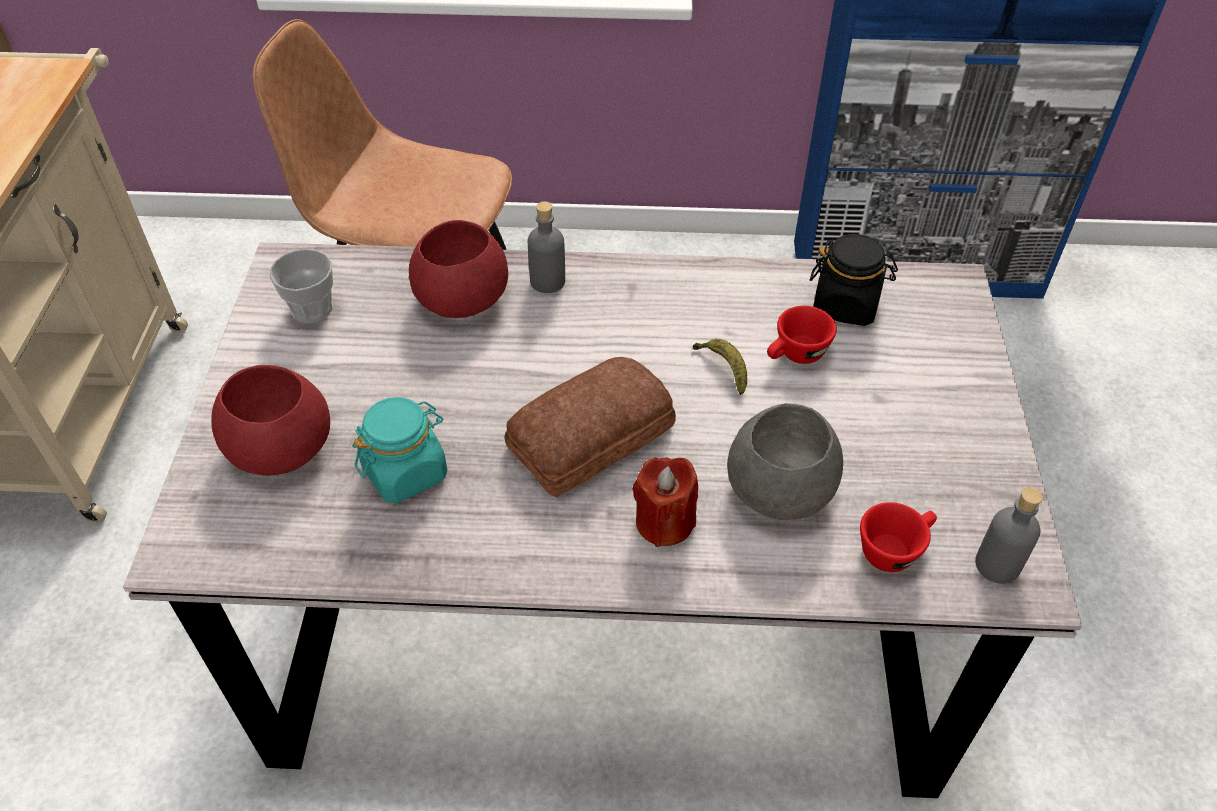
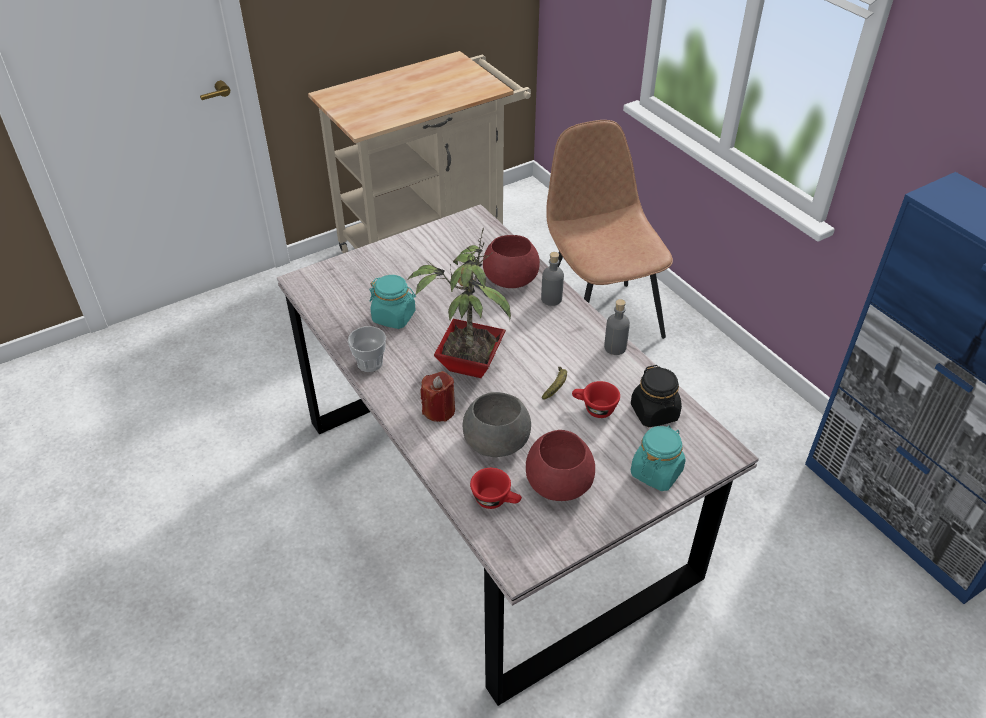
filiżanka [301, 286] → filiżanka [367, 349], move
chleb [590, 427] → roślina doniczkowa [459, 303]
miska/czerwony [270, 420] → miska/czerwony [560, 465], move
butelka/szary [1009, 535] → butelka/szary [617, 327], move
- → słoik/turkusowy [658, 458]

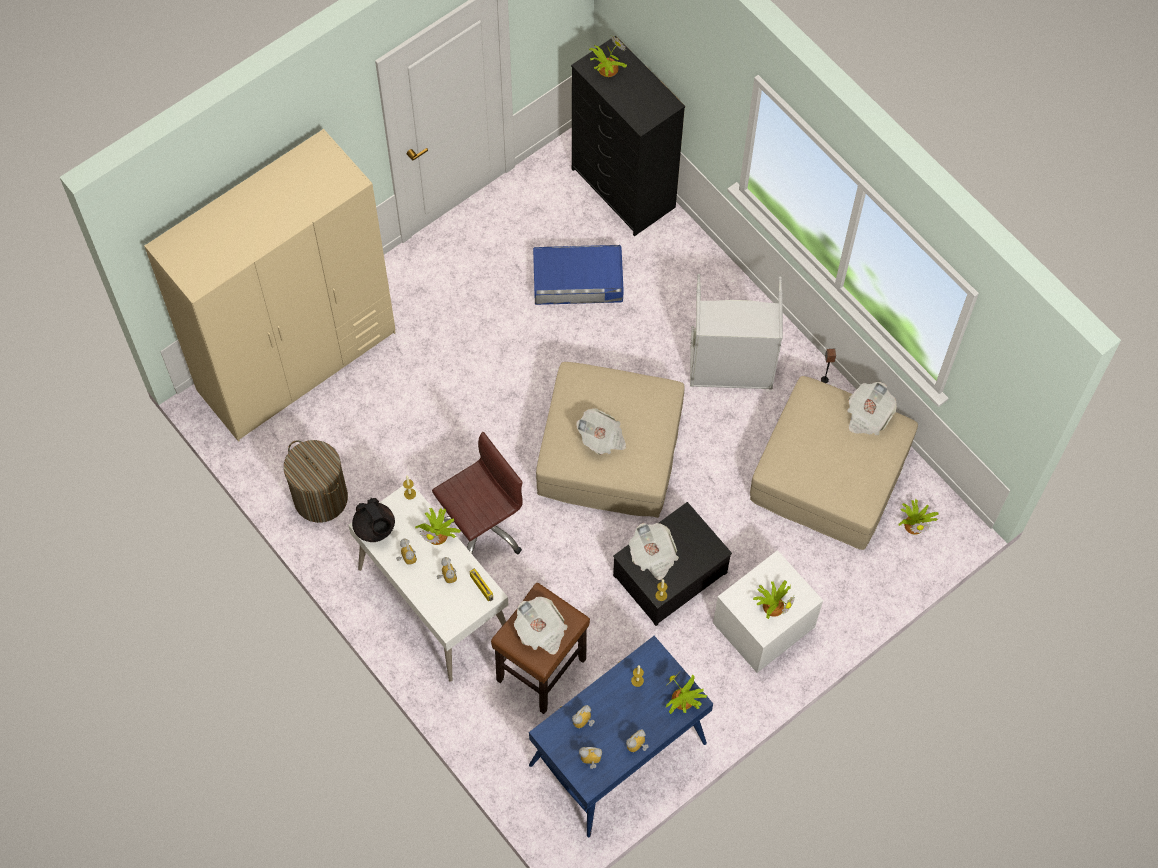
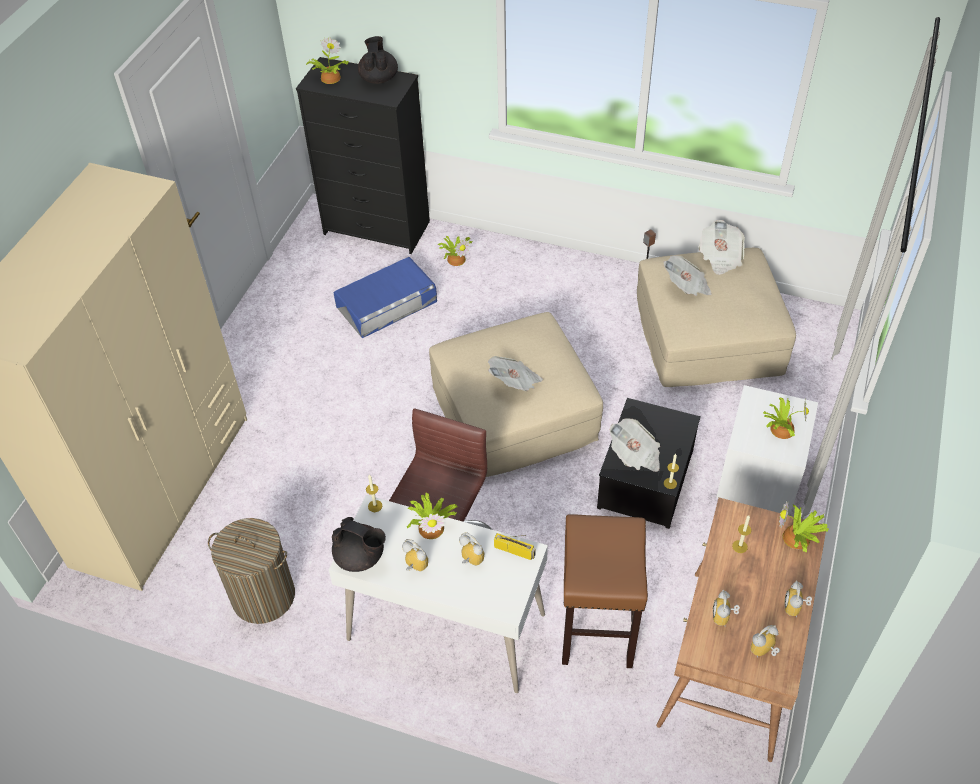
kosz na pranie/szary [736, 332] → -
roślina doniczkowa [918, 516] → roślina doniczkowa [454, 251], move
gazeta [541, 626] → gazeta [687, 275], move
biurko/niebieski [621, 736] → biurko/brązowy [741, 630]
- → imbryk/czarny [378, 60]

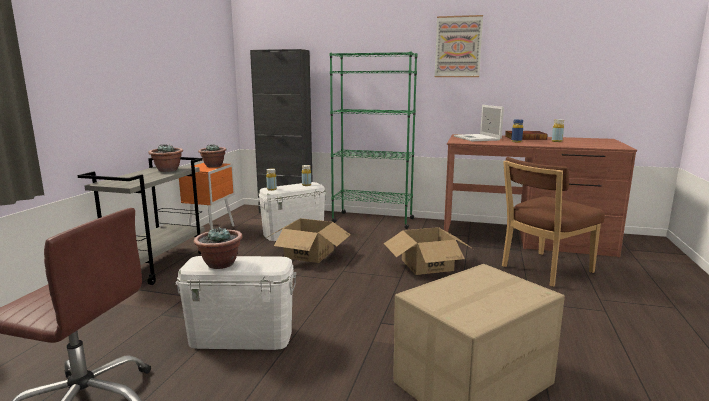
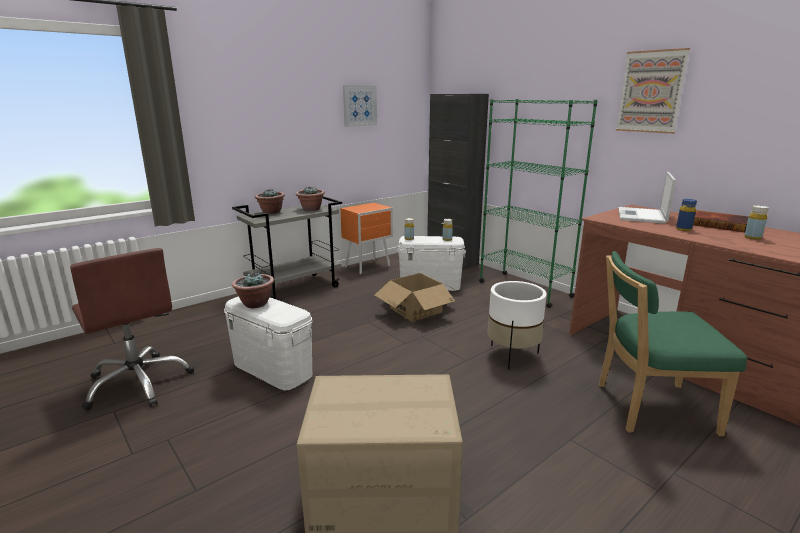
roślina doniczkowa [212, 155] → roślina doniczkowa [270, 201], move
krzesło/brązowy [553, 222] → krzesło/zielony [673, 343]
karton [428, 251] → donica/biały [517, 325]
- → obraz [360, 106]

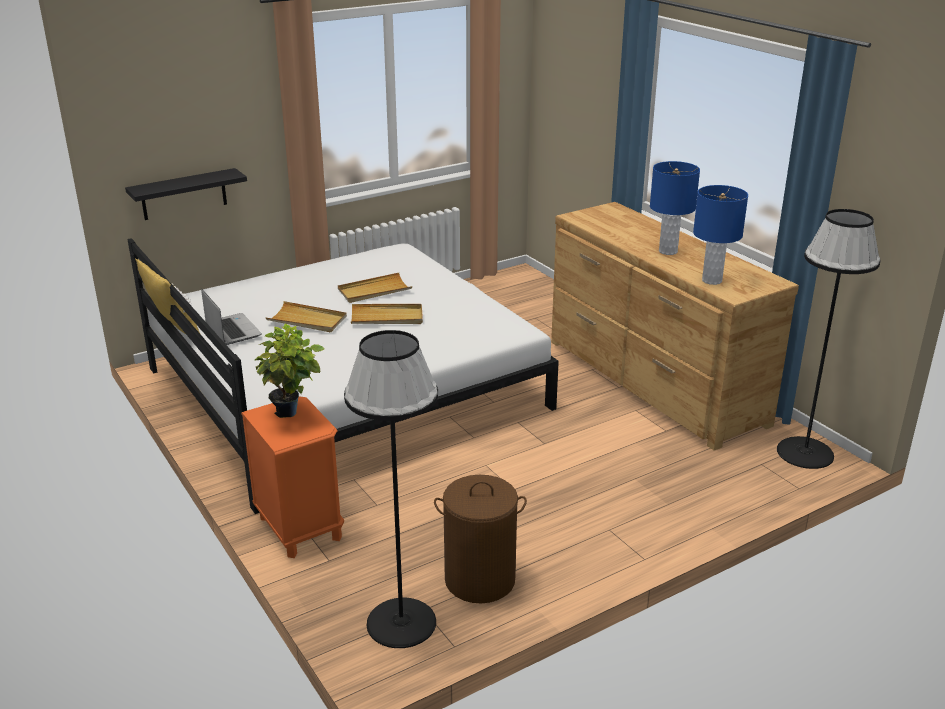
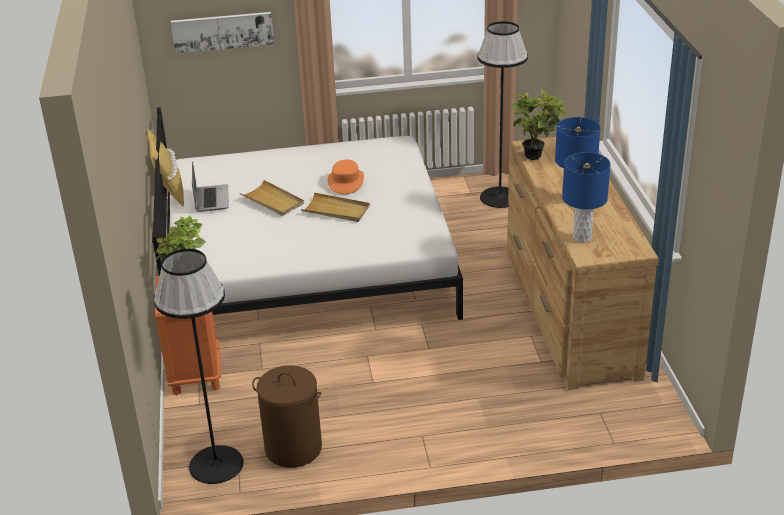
półka/czarny [186, 194] → -
lampa stojąca/czarny [828, 339] → lampa stojąca/czarny [502, 114], move
taca/beżowy [375, 288] → kapelusz/pomarańczowy [346, 176]
- → obraz [222, 33]
- → roślina doniczkowa [538, 124]

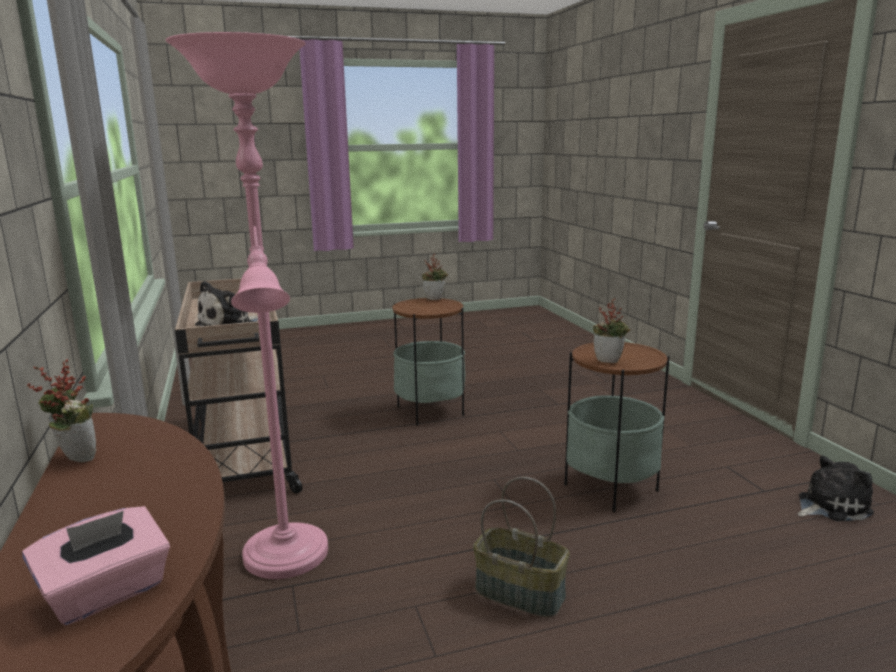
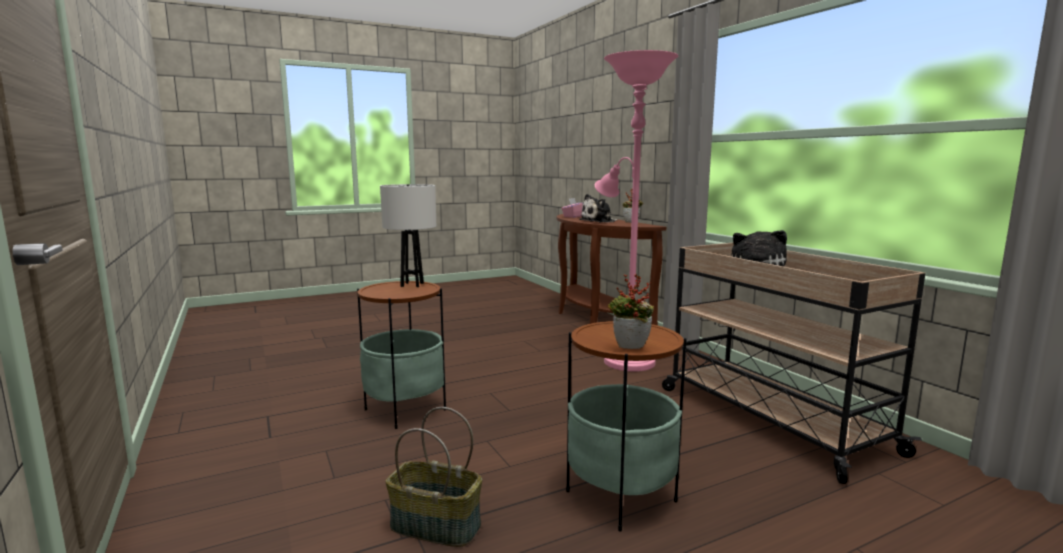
roślina doniczkowa [611, 330] → lampa stołowa/biały [408, 235]
pluszak [836, 488] → pluszak [598, 208], move
koszyk [521, 547] → koszyk [433, 477], move

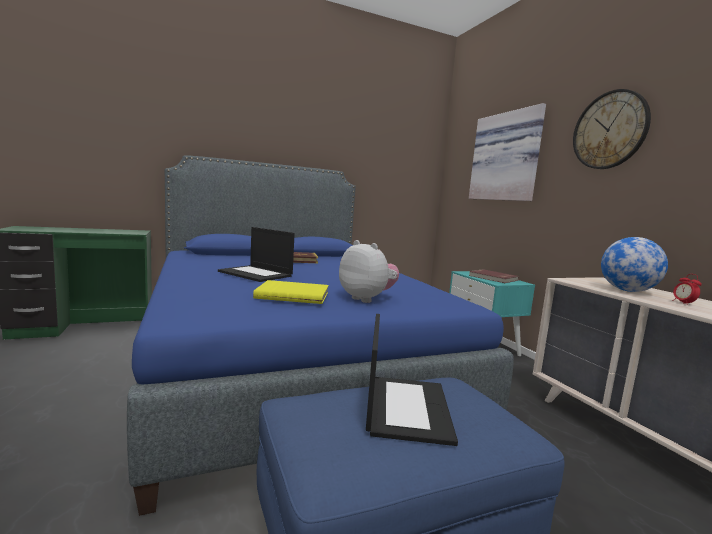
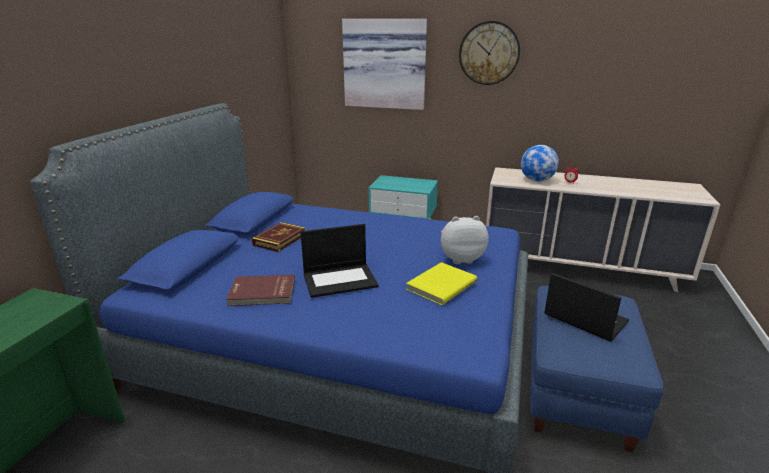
książka/czerwony [494, 276] → książka/czerwony [260, 290], move

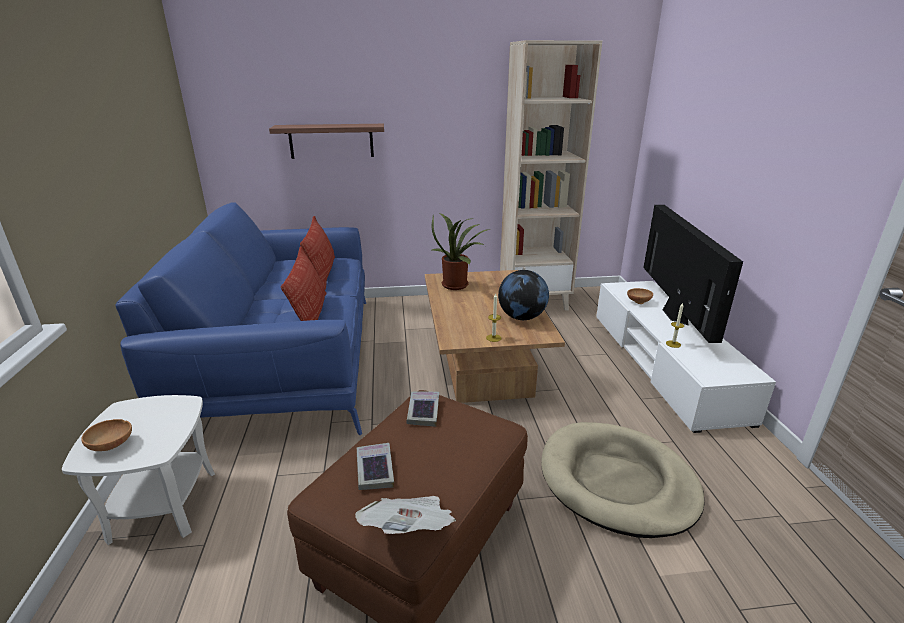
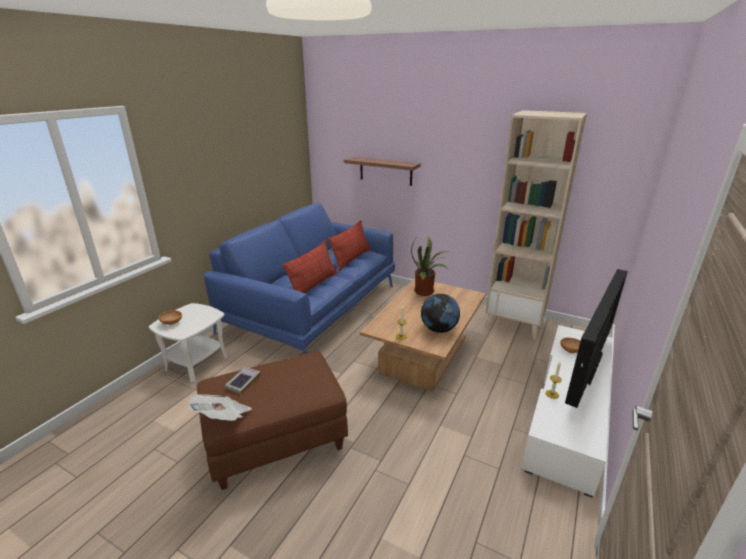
książka [422, 409] → -
legowisko/beżowy [622, 480] → -

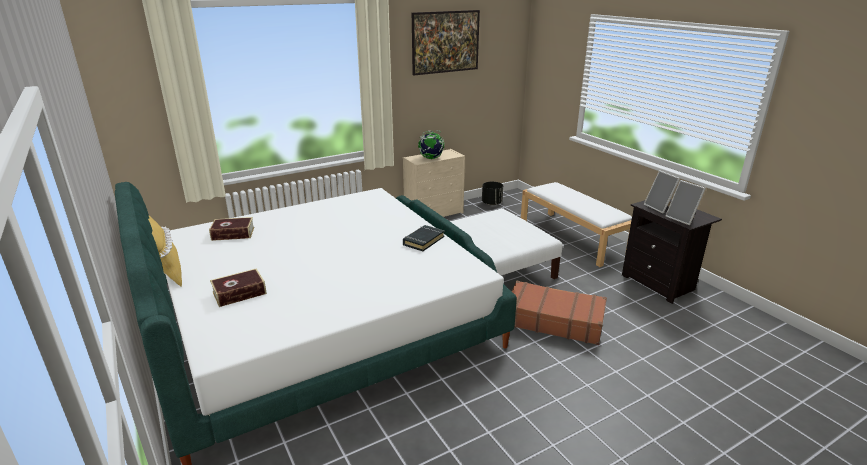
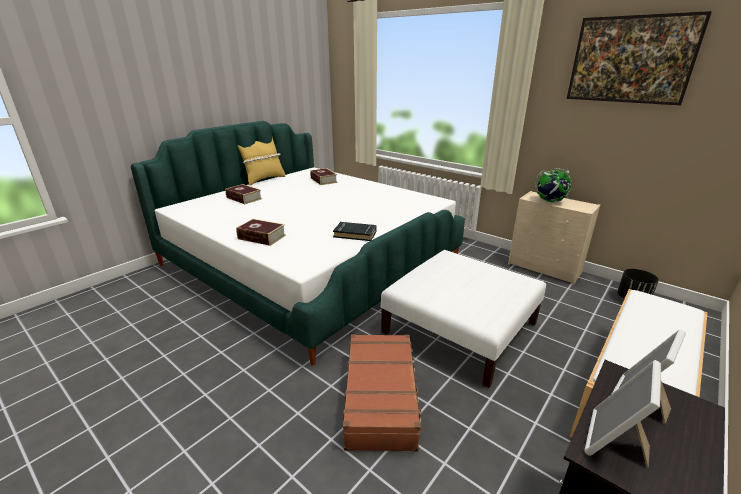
- → książka [261, 232]

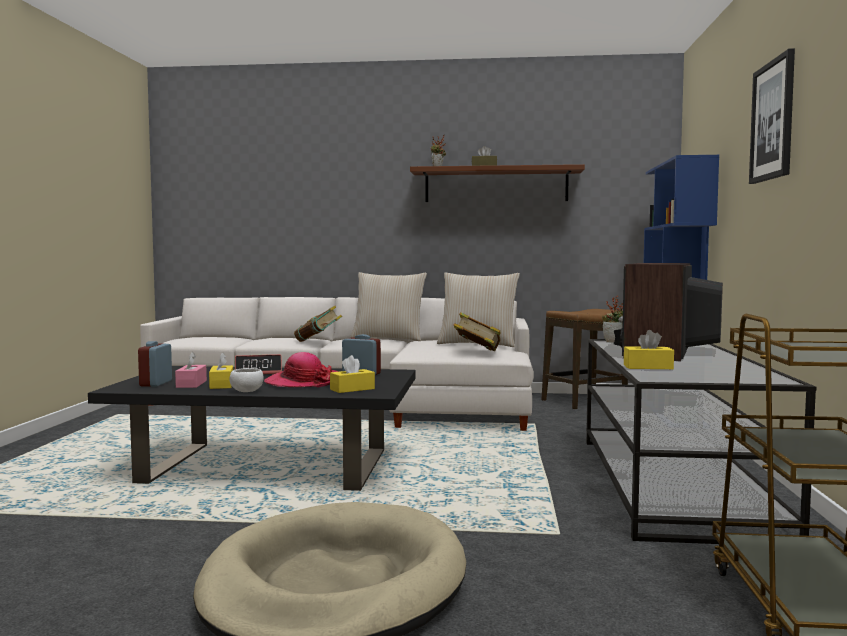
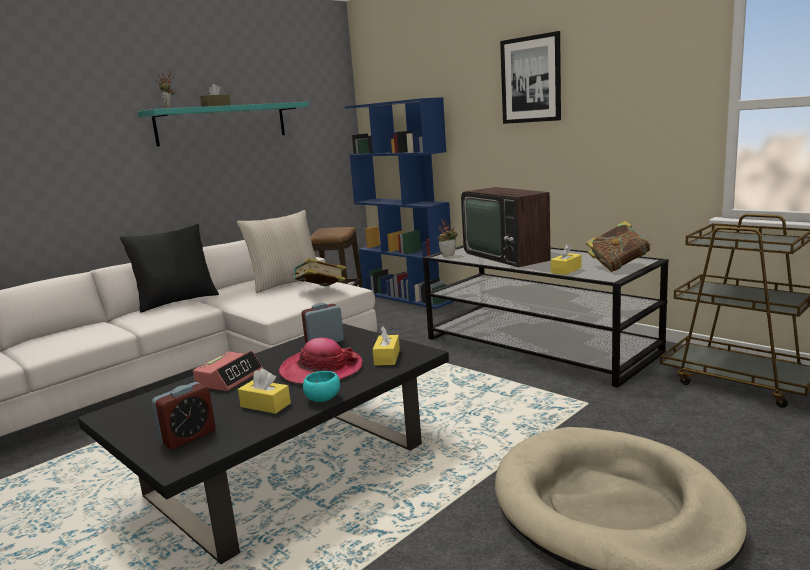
półka/brązowy [497, 183] → półka/turkusowy [223, 124]
poduszka/beżowy [388, 306] → poduszka/czarny [169, 268]
książka [318, 324] → książka [618, 246], move
budzik [155, 364] → budzik [184, 415], 90 degrees counterclockwise
pudełko chusteczek/różowy [191, 370] → -
miska/biały [246, 380] → miska/turkusowy [321, 386]

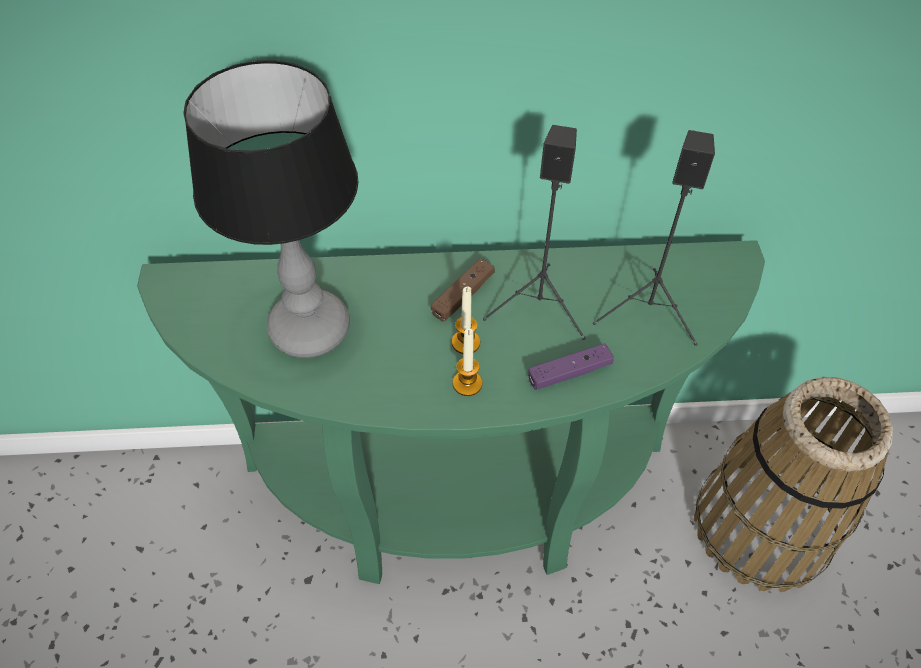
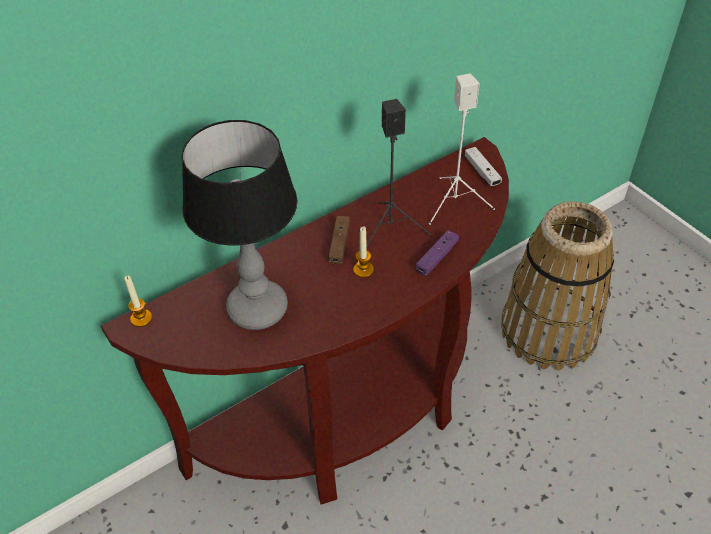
głośnik/czarny [654, 238] → głośnik/biały [462, 149]
stolik konsolowy/zielony [451, 412] → stolik konsolowy/brązowy [305, 321]
świeca [467, 362] → świeca [138, 301], move
- → pad do gier/biały [483, 166]

